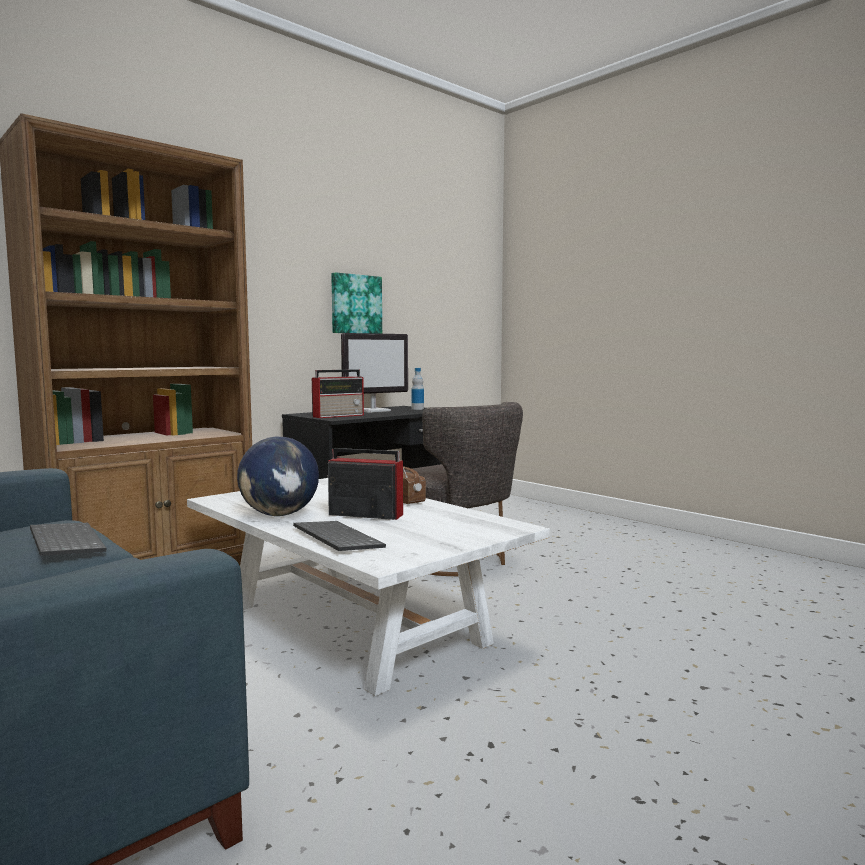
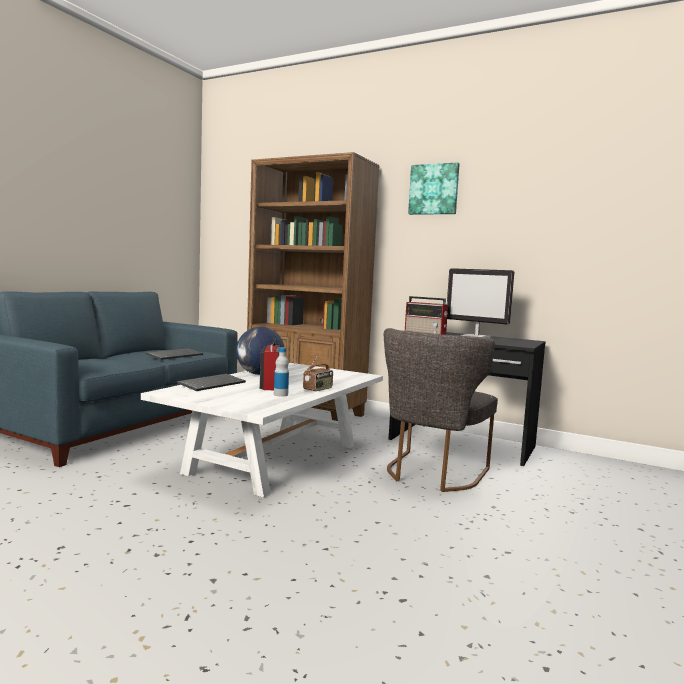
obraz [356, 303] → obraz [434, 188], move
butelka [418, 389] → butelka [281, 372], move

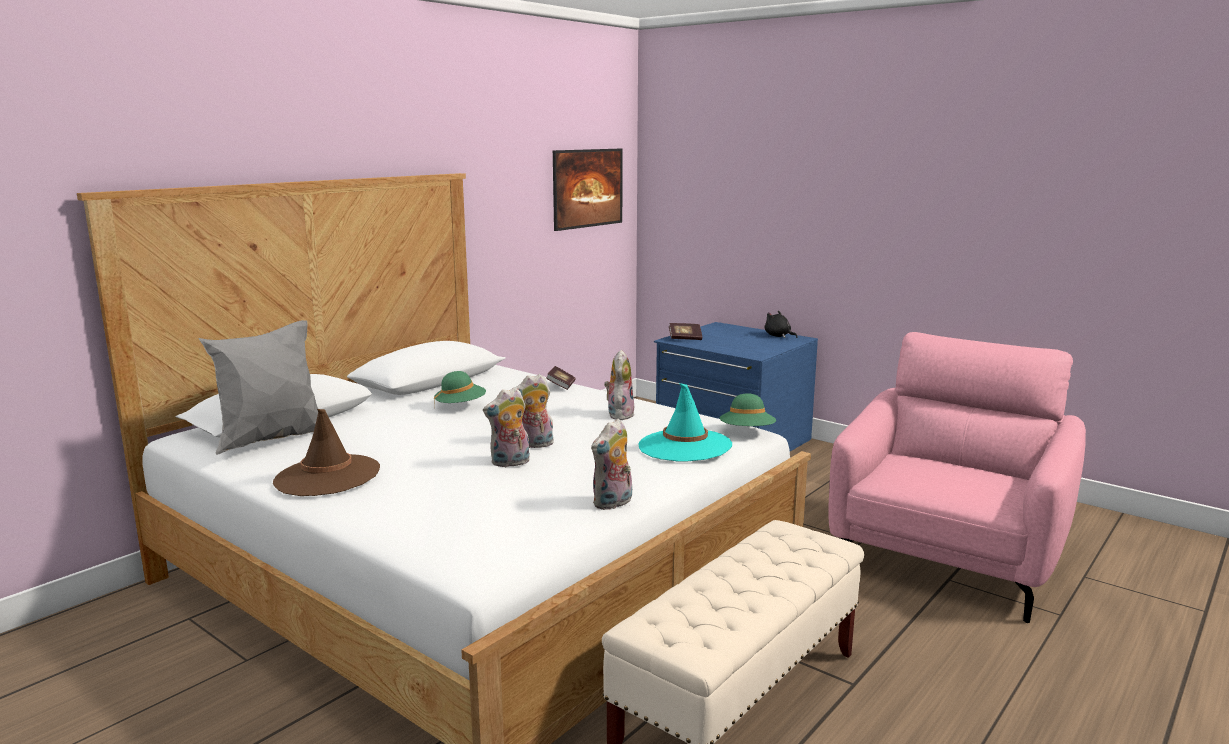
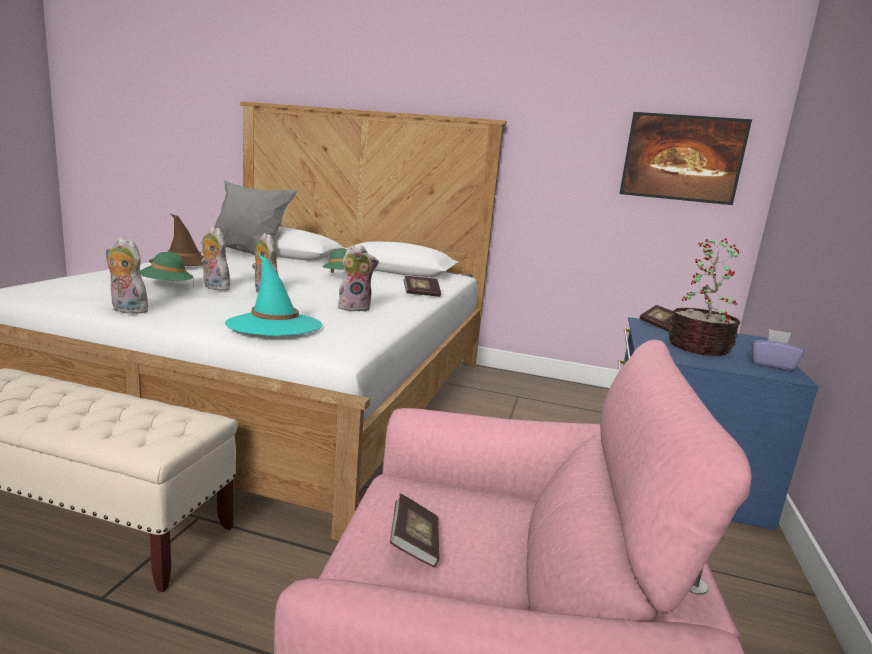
pluszak/czarny [781, 324] → pudełko chusteczek/fioletowy [778, 350]
kapelusz/zielony [748, 409] → kapelusz/zielony [167, 268], move
- → roślina doniczkowa [704, 297]
- → książka [415, 530]

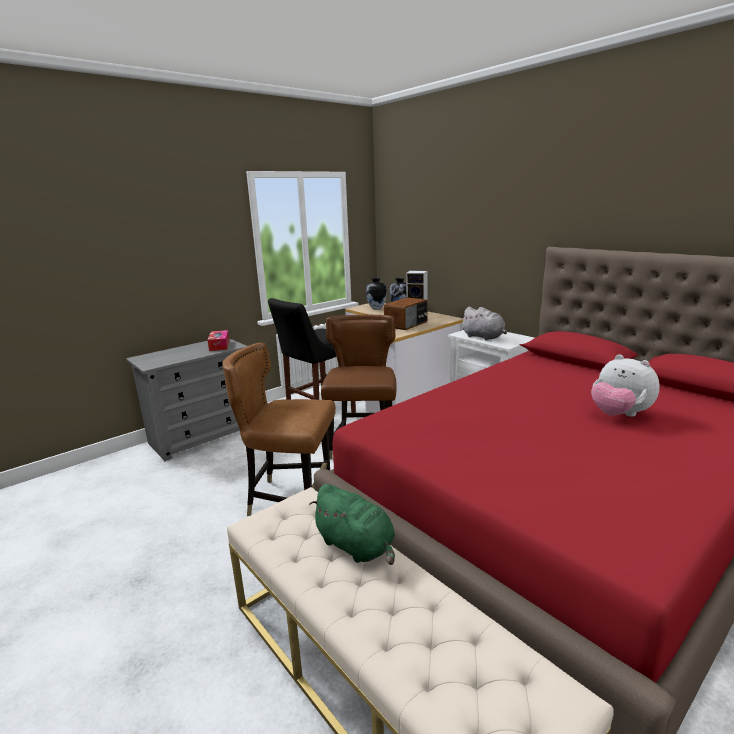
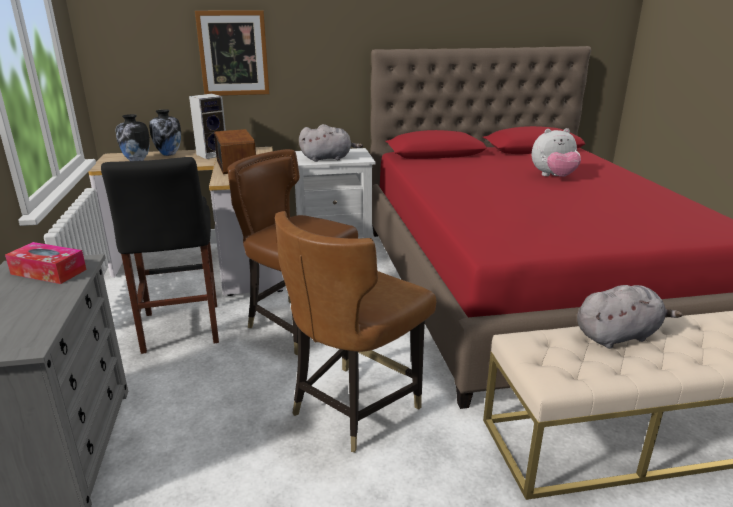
pluszak/zielony [352, 524] → pluszak/szary [630, 317]
- → obraz [232, 53]

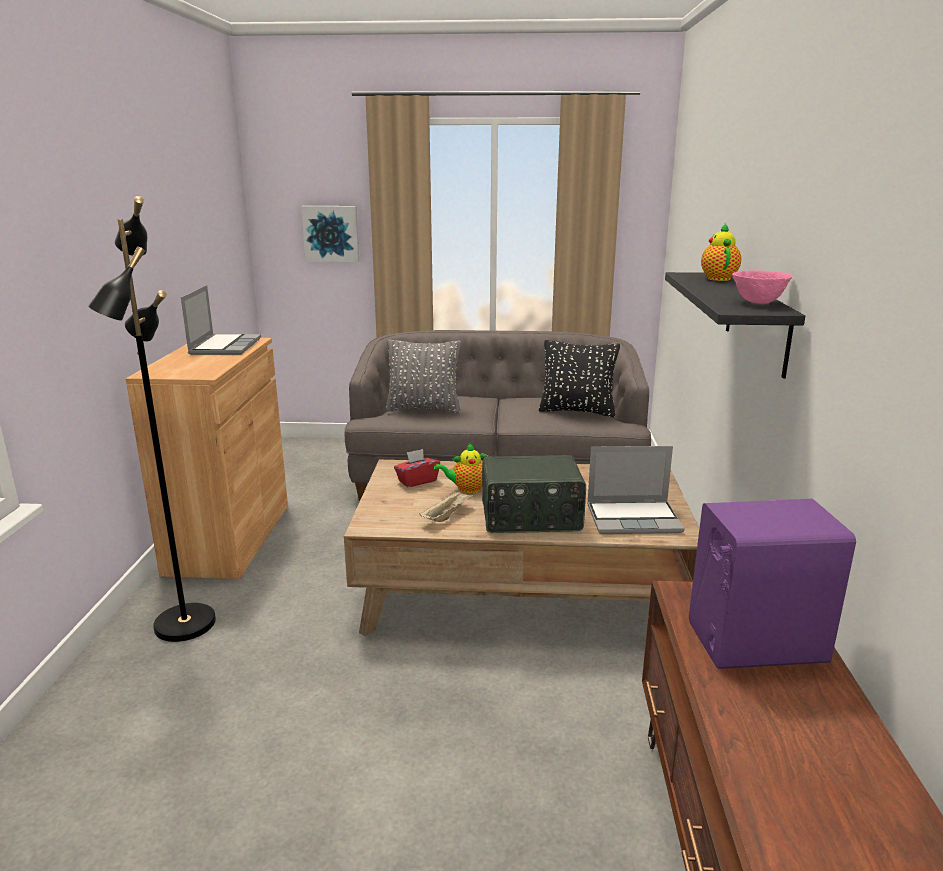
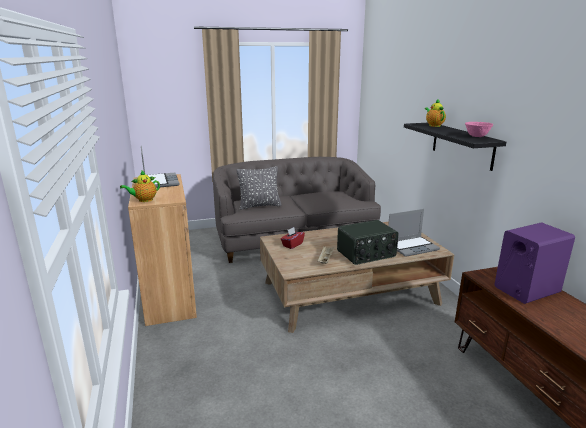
lampa stojąca/czarny [152, 419] → -
obraz [330, 234] → -
poduszka/czarny [579, 378] → -
imbryk [461, 468] → imbryk [140, 186], move

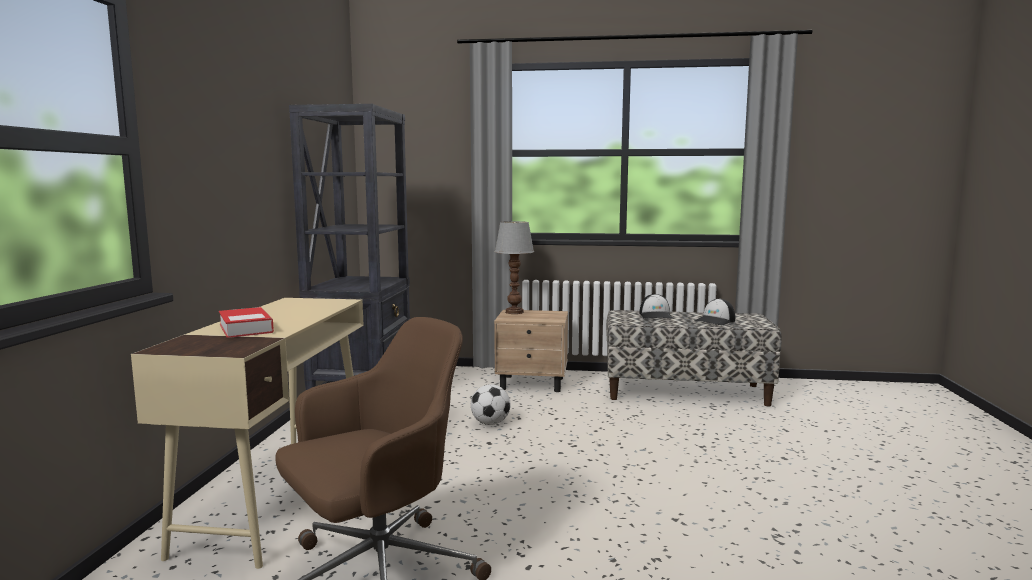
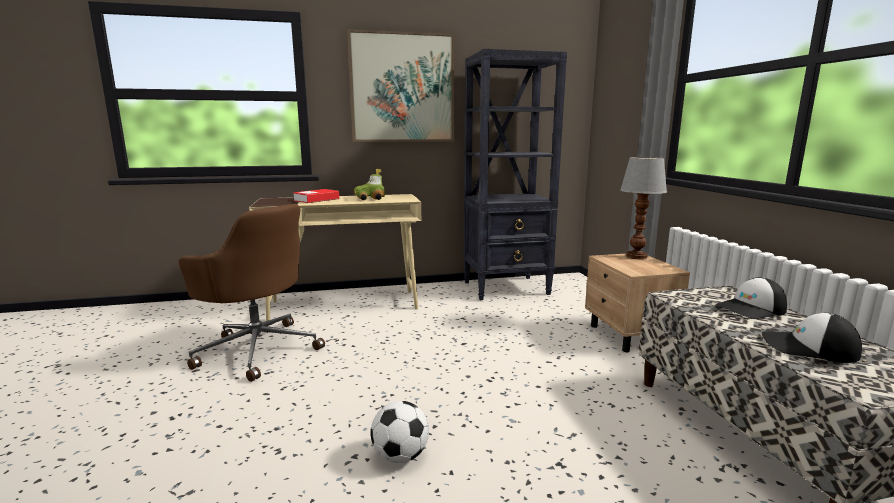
piłka futbolowa [490, 404] → piłka futbolowa [400, 432], move
- → obraz [400, 85]
- → samochodzik [369, 184]

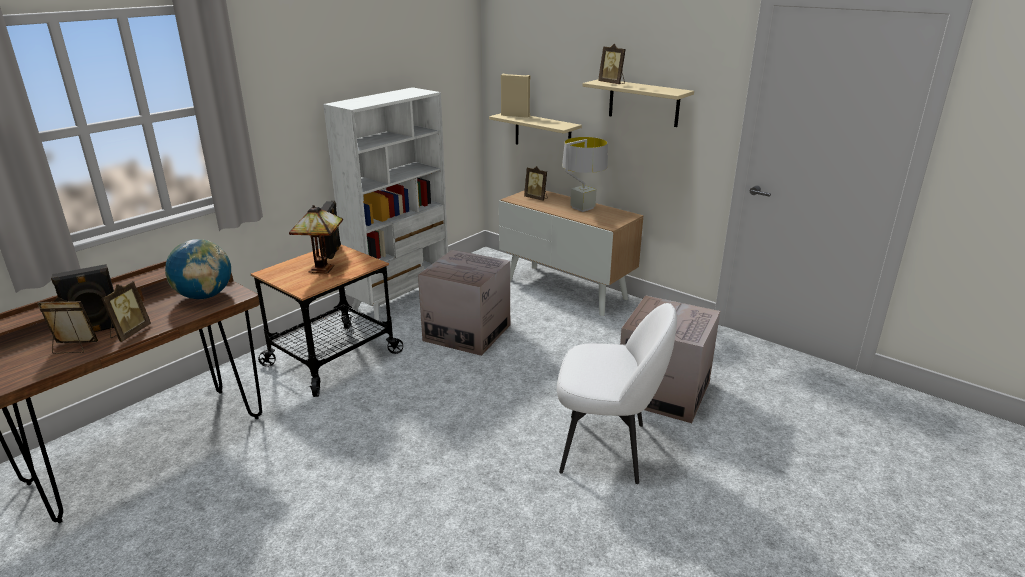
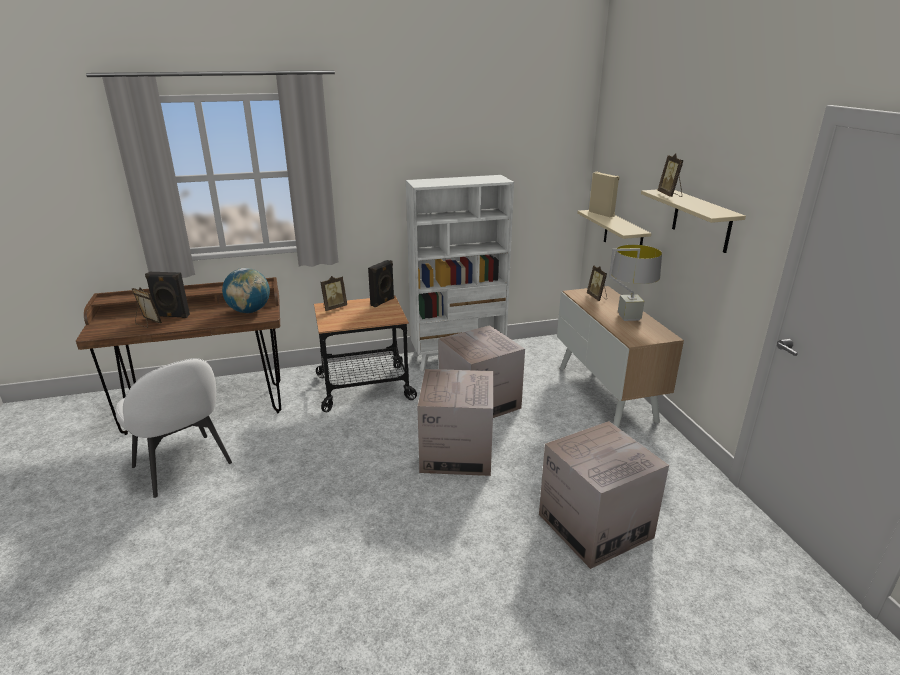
lampa stołowa [316, 239] → -
ramka na zdjęcie [126, 311] → ramka na zdjęcie [334, 293], move
krzesło/biały [617, 393] → krzesło/biały [174, 428], move
- → karton [455, 422]

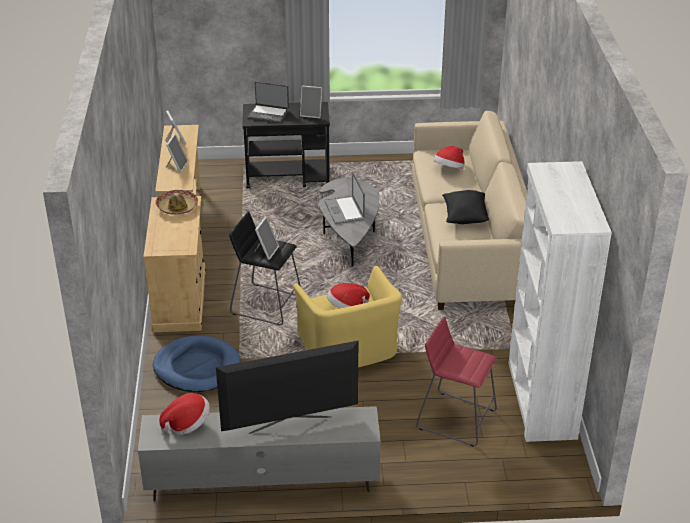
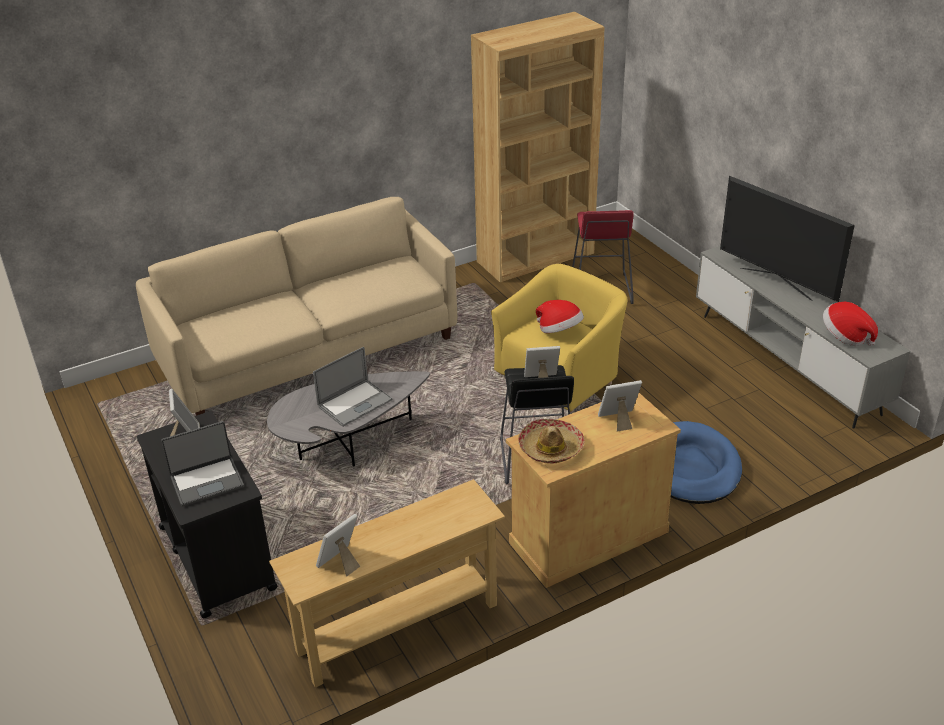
laptop [268, 102] → laptop [202, 464], 75 degrees clockwise
ramka na zdjęcie [177, 153] → ramka na zdjęcie [620, 406], move
kapelusz [449, 157] → -
regał/biały [560, 301] → regał/brązowy [538, 147]
poduszka/czarny [465, 207] → -

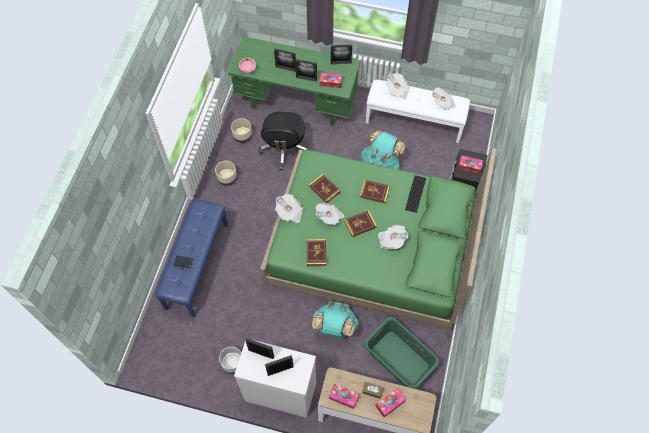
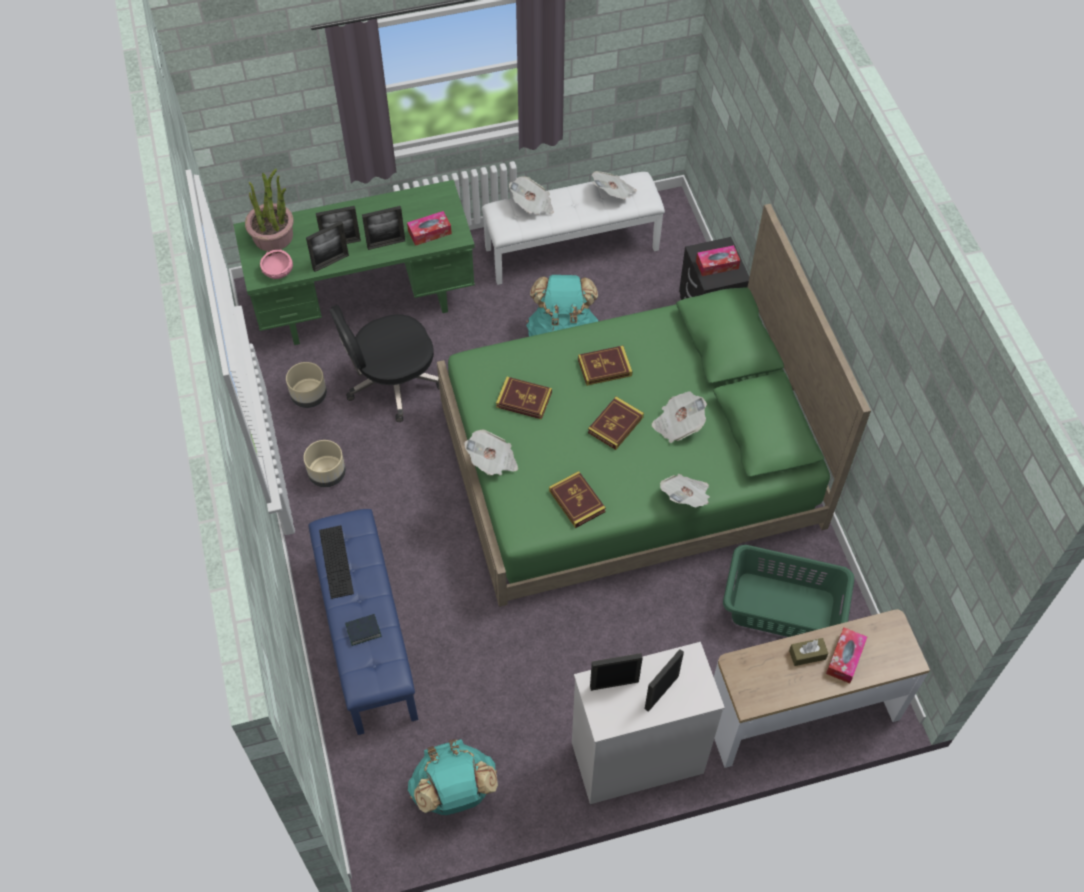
ramka na zdjęcie [341, 54] → ramka na zdjęcie [327, 246], move
krzesło biurowe/czarny [283, 141] → krzesło biurowe/czarny [385, 363], 90 degrees clockwise
klawiatura [415, 194] → klawiatura [336, 562], move
gazeta [329, 214] → gazeta [685, 490], move
plecak/turkusowy [335, 320] → plecak/turkusowy [453, 777], move
donica/szary [230, 360] → -
pudełko chusteczek [344, 396] → -
- → roślina doniczkowa [269, 210]

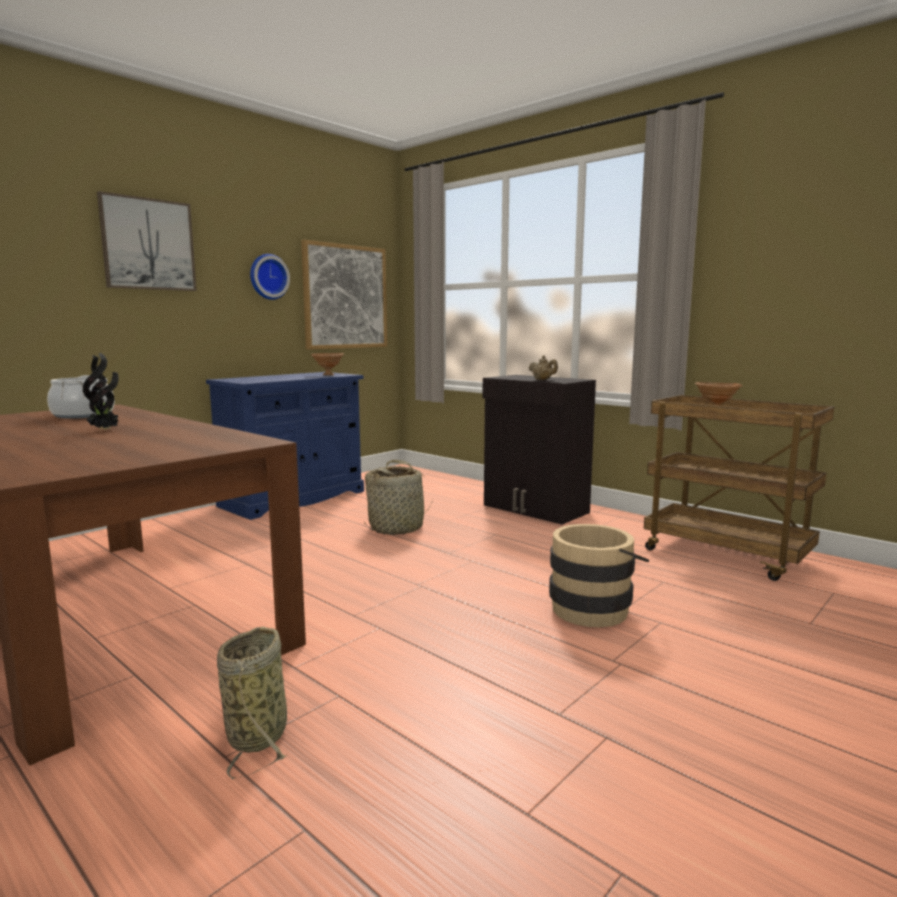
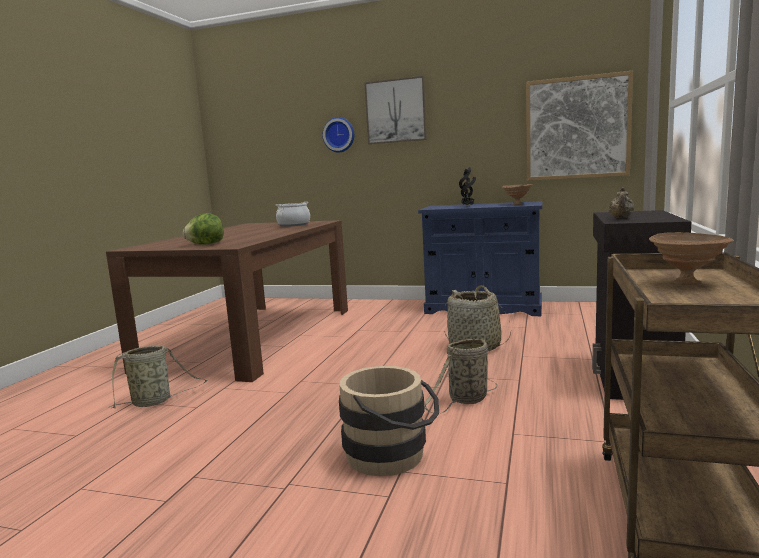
zegar ścienny [270, 277] → zegar ścienny [338, 134], move
roślina doniczkowa [101, 391] → roślina doniczkowa [467, 186], move
- → sałata [203, 229]
- → koszyk [461, 376]

